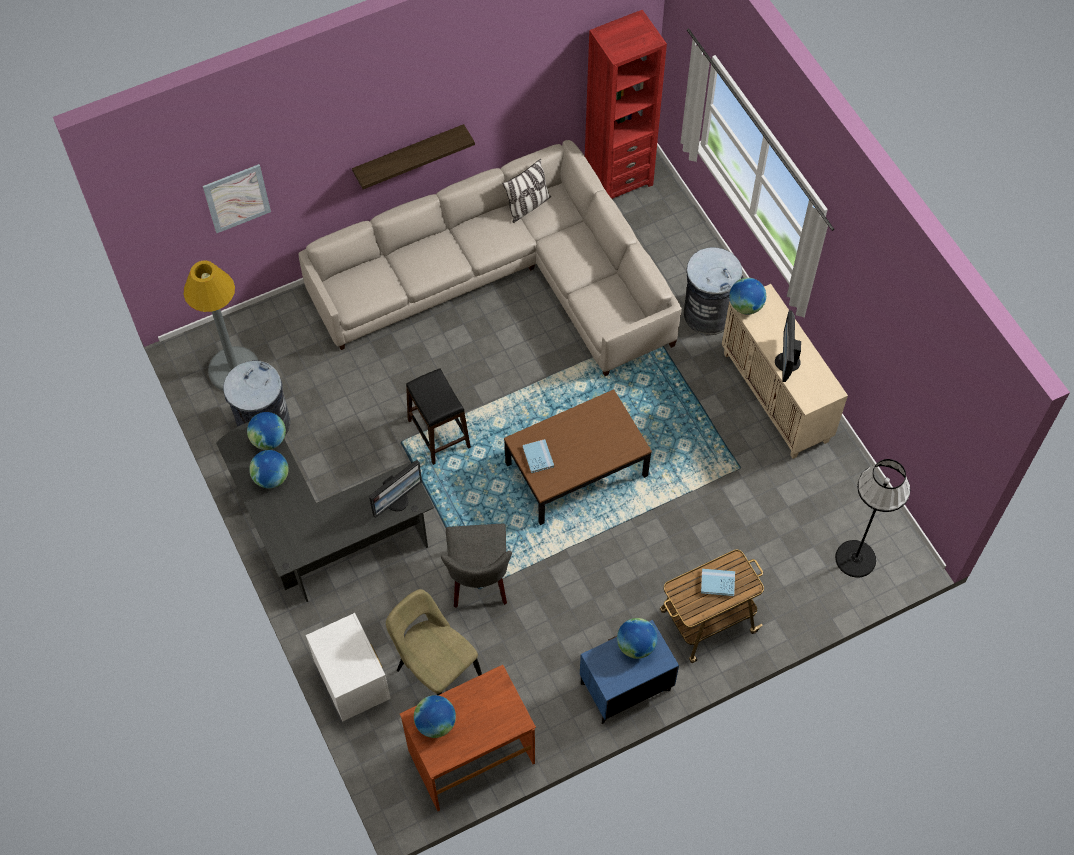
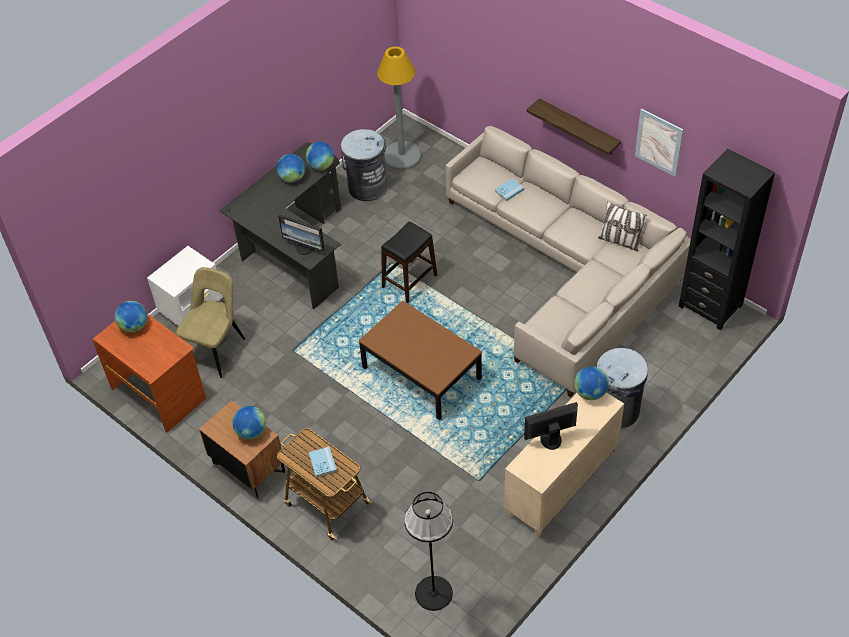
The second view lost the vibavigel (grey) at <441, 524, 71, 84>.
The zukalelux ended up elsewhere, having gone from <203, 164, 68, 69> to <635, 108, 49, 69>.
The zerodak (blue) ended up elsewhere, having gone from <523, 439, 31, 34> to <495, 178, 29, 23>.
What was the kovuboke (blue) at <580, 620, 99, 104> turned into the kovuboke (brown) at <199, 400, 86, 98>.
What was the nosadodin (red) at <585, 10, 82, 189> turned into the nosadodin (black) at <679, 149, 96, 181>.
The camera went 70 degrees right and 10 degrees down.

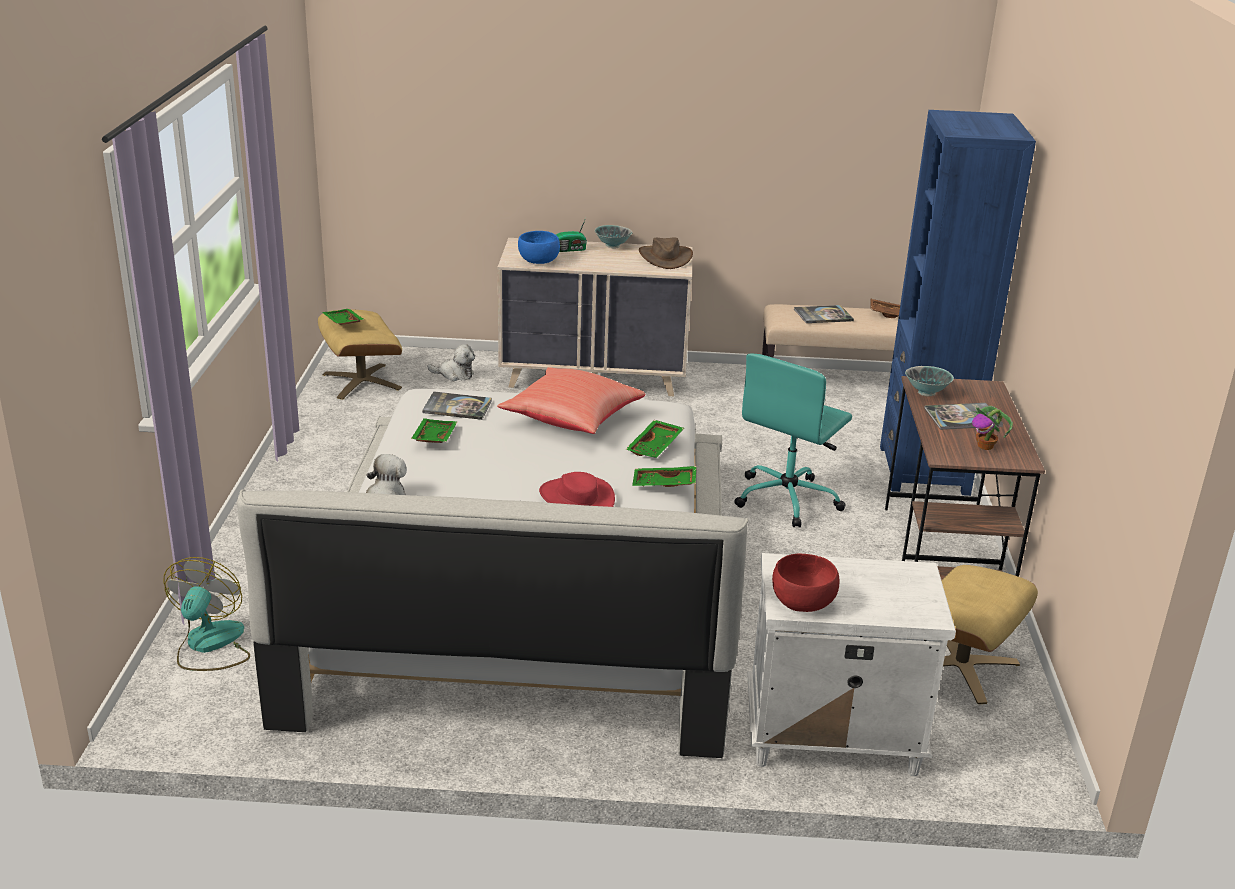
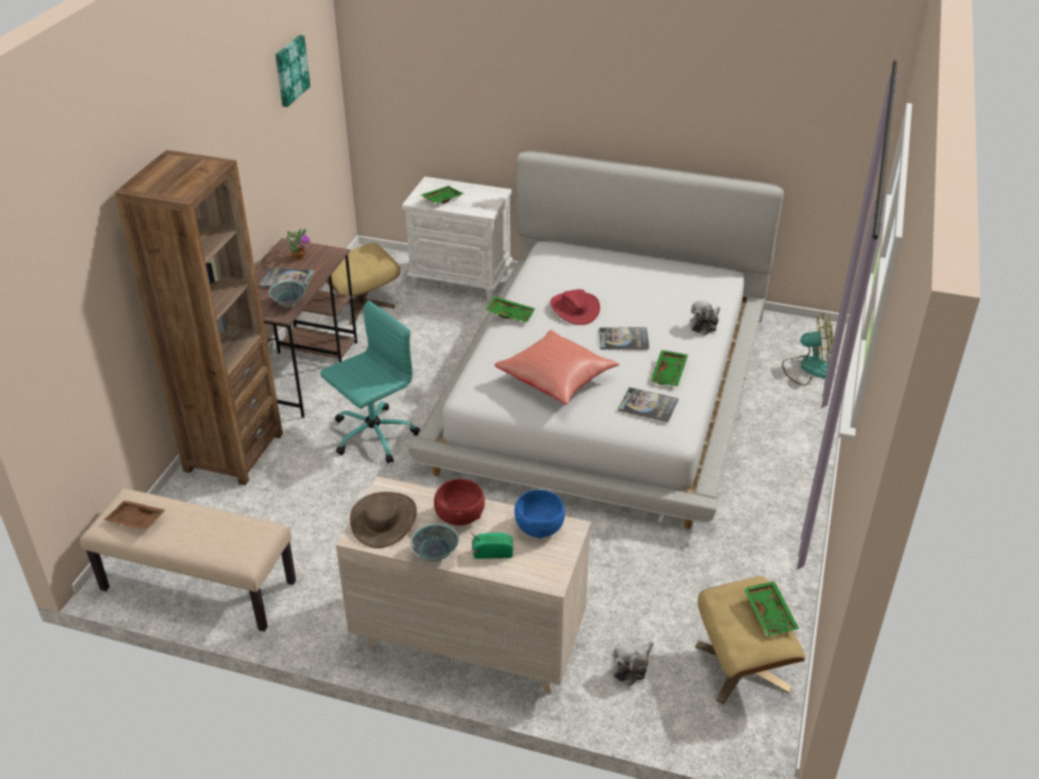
The second view gained the zukalelux at <276, 35, 34, 72>.
The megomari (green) ended up elsewhere, having gone from <625, 420, 59, 38> to <420, 186, 44, 17>.
The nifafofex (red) ended up elsewhere, having gone from <772, 553, 67, 59> to <434, 479, 51, 47>.
The zerodak ended up elsewhere, having gone from <794, 305, 60, 18> to <599, 327, 50, 23>.
What was the nosadodin (blue) at <880, 110, 156, 386> turned into the nosadodin (brown) at <114, 150, 169, 336>.
The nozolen at <164, 557, 86, 114> ended up facing another way, 105 degrees counterclockwise from before.
The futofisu at <427, 344, 48, 37> ended up facing another way, 75 degrees counterclockwise from before.
The camera went 165 degrees left and 10 degrees up.

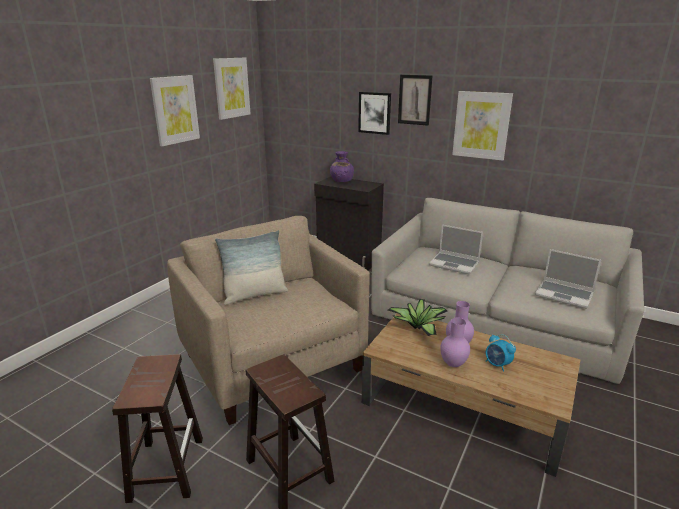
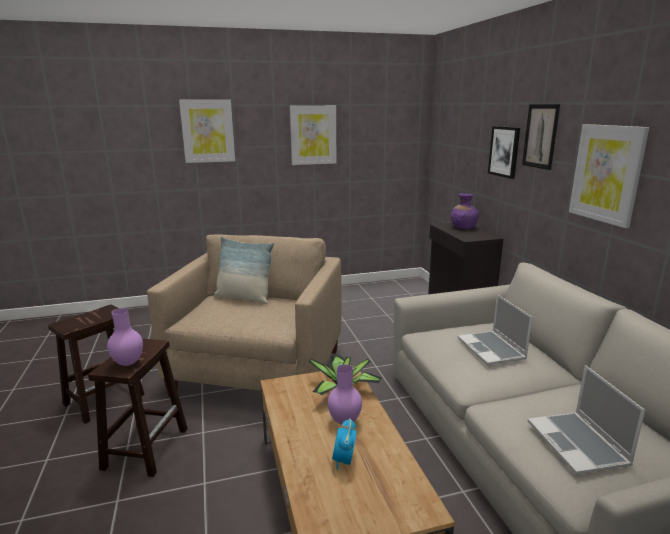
The zukalelux ended up elsewhere, having gone from <213, 58, 38, 62> to <179, 99, 56, 64>.
The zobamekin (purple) ended up elsewhere, having gone from <440, 318, 30, 49> to <107, 308, 36, 58>.
The camera went 45 degrees right and 5 degrees down.

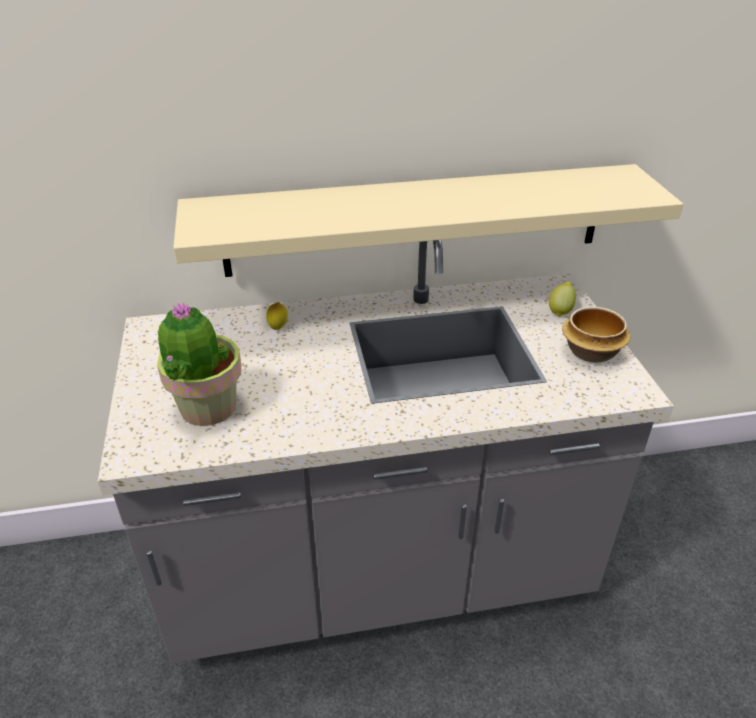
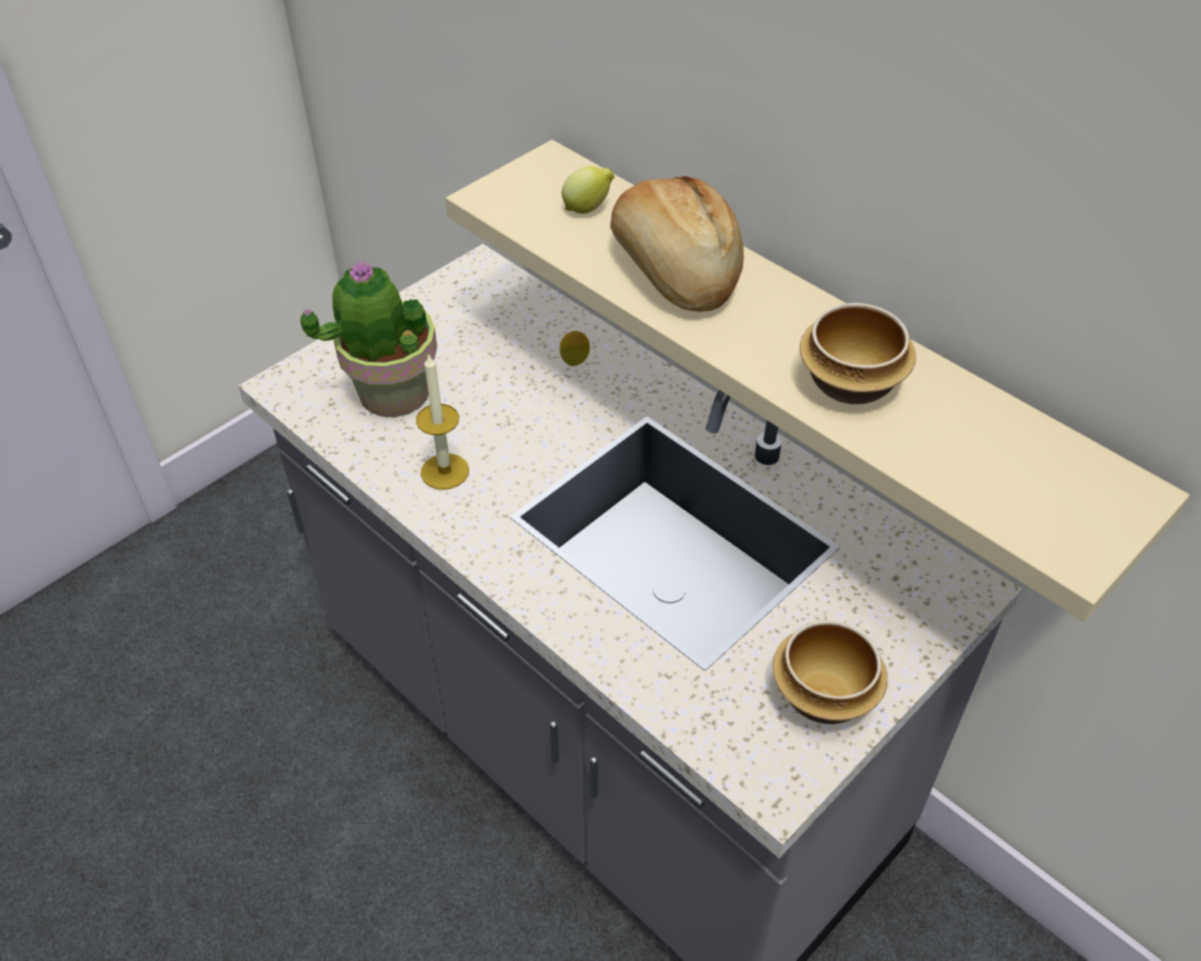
The second view gained the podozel at <416, 353, 53, 137>.
The second view gained the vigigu at <610, 176, 134, 136>.
The second view gained the nifafofex at <800, 303, 116, 101>.
The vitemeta ended up elsewhere, having gone from <549, 282, 27, 35> to <562, 166, 52, 48>.
The camera went 55 degrees right and 10 degrees up.

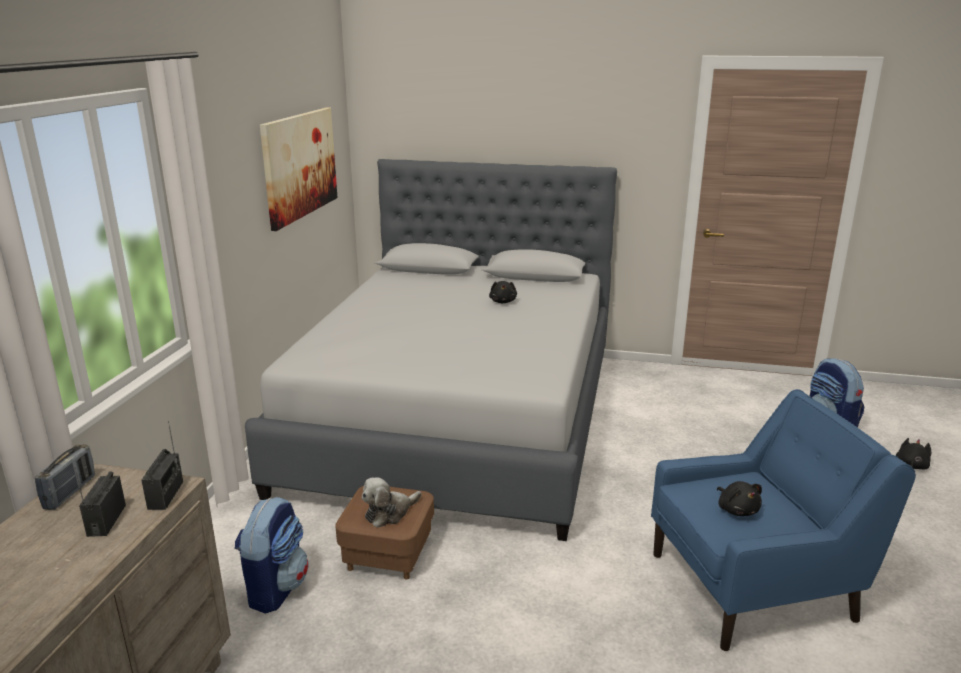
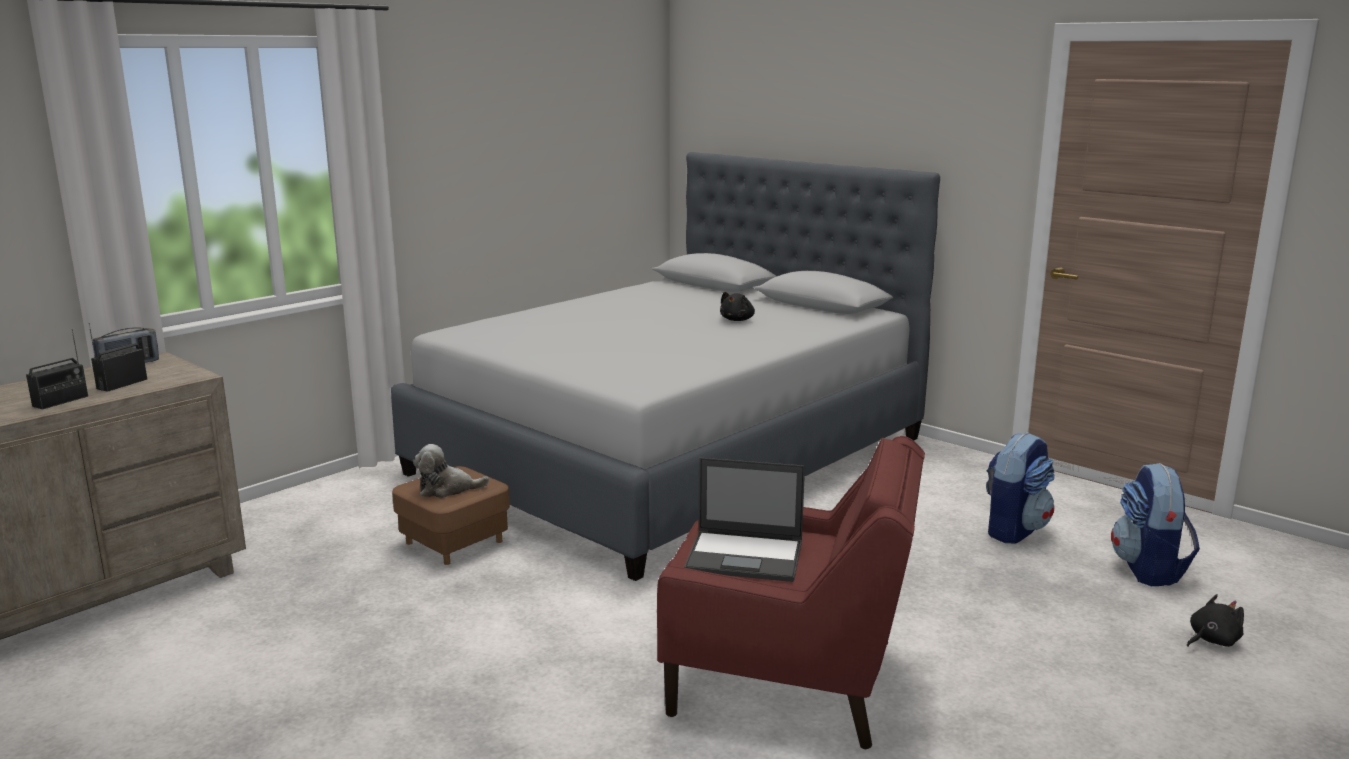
The second view lost the zukalelux at <260, 108, 78, 123>.
The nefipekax ended up elsewhere, having gone from <141, 421, 42, 89> to <26, 329, 62, 80>.
The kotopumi ended up elsewhere, having gone from <235, 497, 73, 117> to <986, 432, 69, 111>.
Where the futofisu (black) stood at <717, 481, 45, 35>, the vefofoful came to stand at <684, 458, 121, 124>.
What was the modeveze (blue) at <651, 389, 265, 262> turned into the modeveze (red) at <657, 436, 268, 313>.
The camera went 30 degrees right and 5 degrees down.

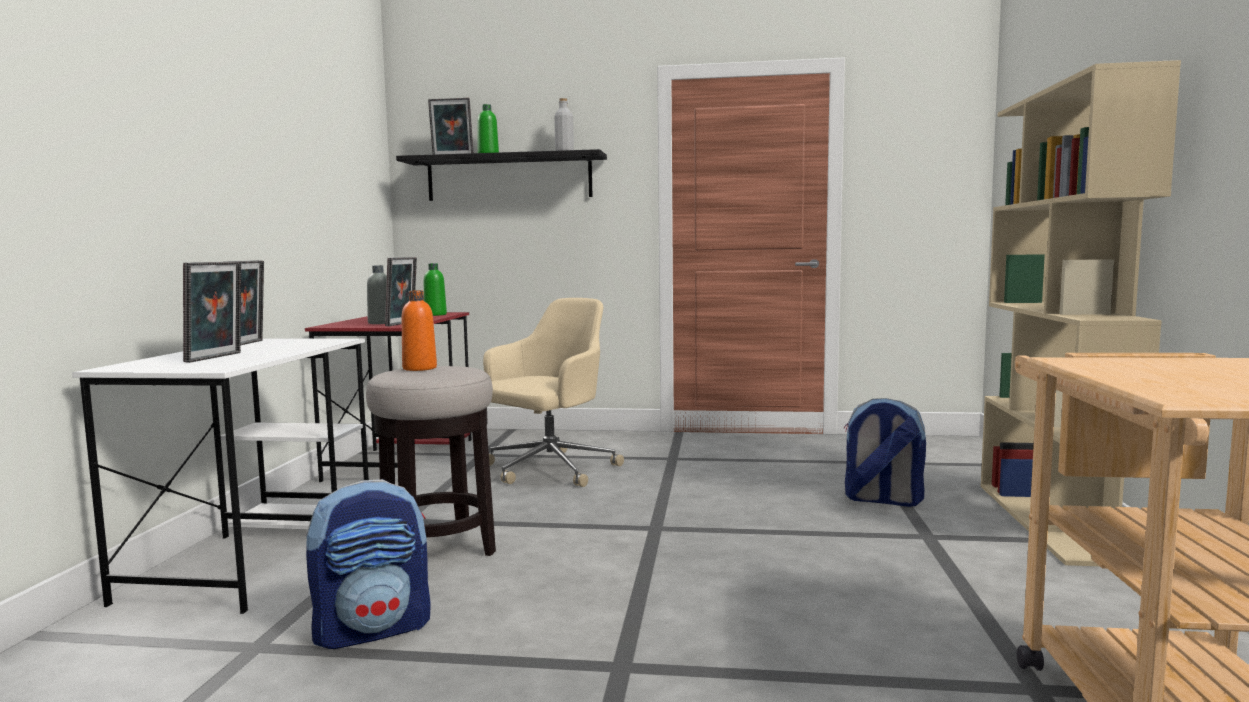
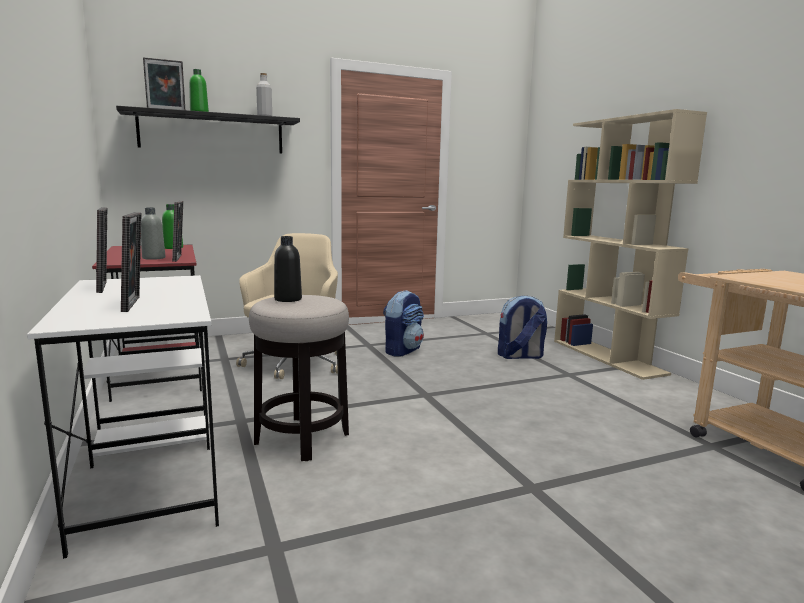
The kotopumi ended up elsewhere, having gone from <306, 479, 125, 170> to <383, 290, 41, 67>.
What was the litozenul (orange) at <401, 290, 36, 81> turned into the litozenul (black) at <274, 236, 28, 66>.
The camera went 30 degrees left and 5 degrees up.

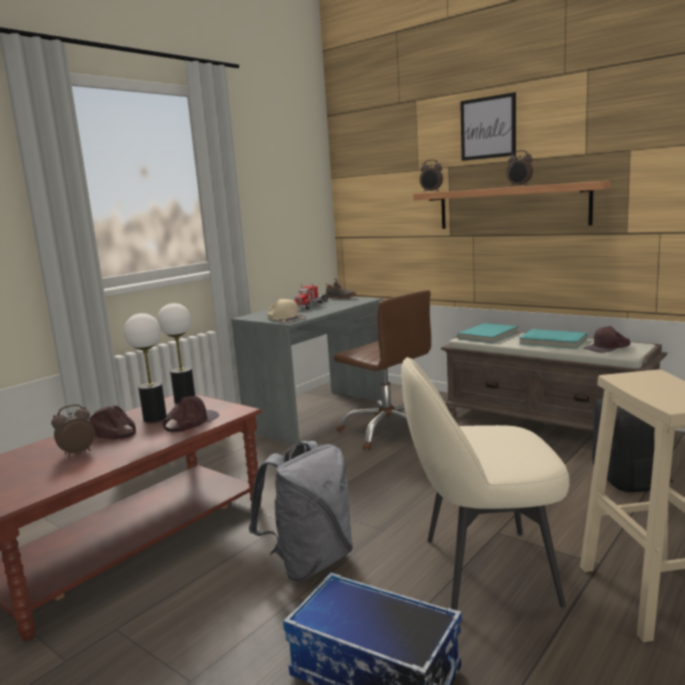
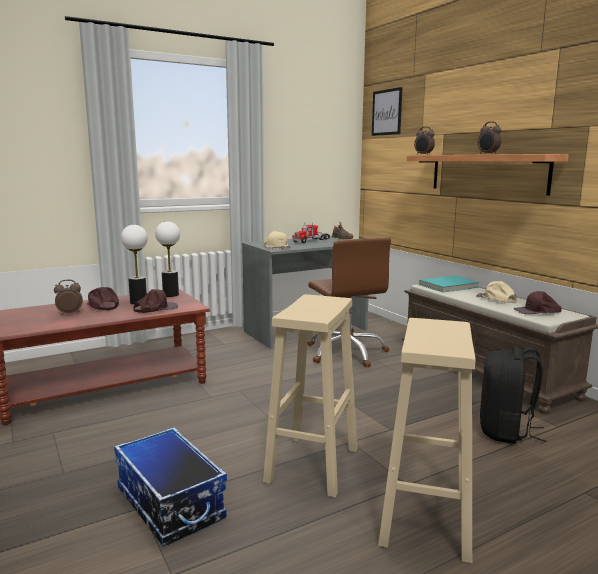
The second view lost the kotopumi (grey) at <249, 441, 104, 140>.
The zukalelux ended up elsewhere, having gone from <460, 92, 56, 69> to <372, 87, 31, 49>.
Where the vibavigel (beige) stood at <401, 357, 169, 253>, the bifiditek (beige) came to stand at <263, 294, 95, 204>.
Where the zerodak (turquoise) stood at <520, 329, 67, 20>, the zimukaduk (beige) came to stand at <476, 281, 41, 22>.
The camera went 20 degrees right and 0 degrees up.

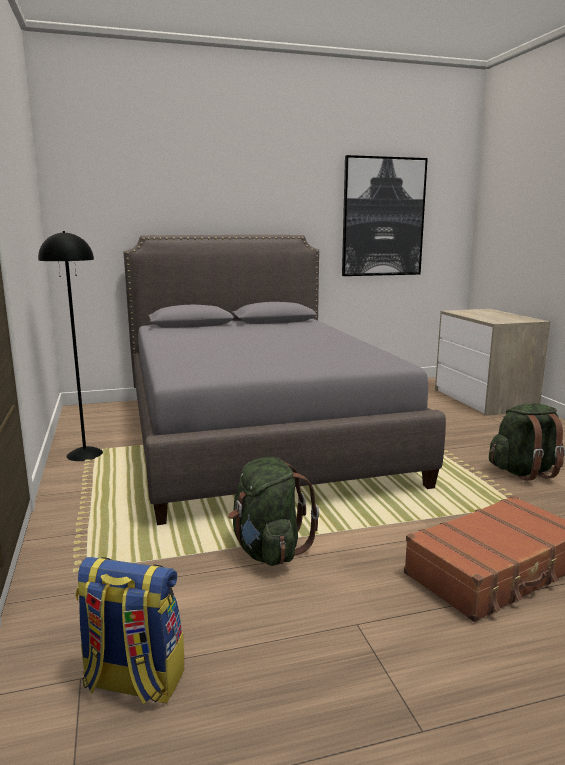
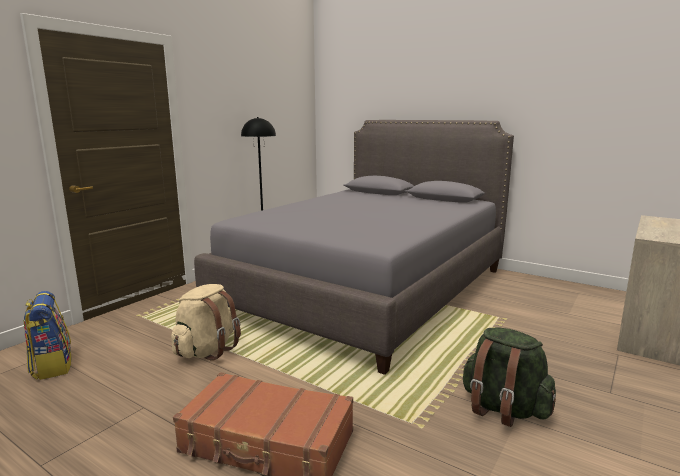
The second view lost the zukalelux at <342, 155, 86, 121>.
What was the kotopumi (green) at <228, 457, 91, 109> turned into the kotopumi (beige) at <171, 284, 70, 77>.
The camera went 50 degrees right and 0 degrees up.

